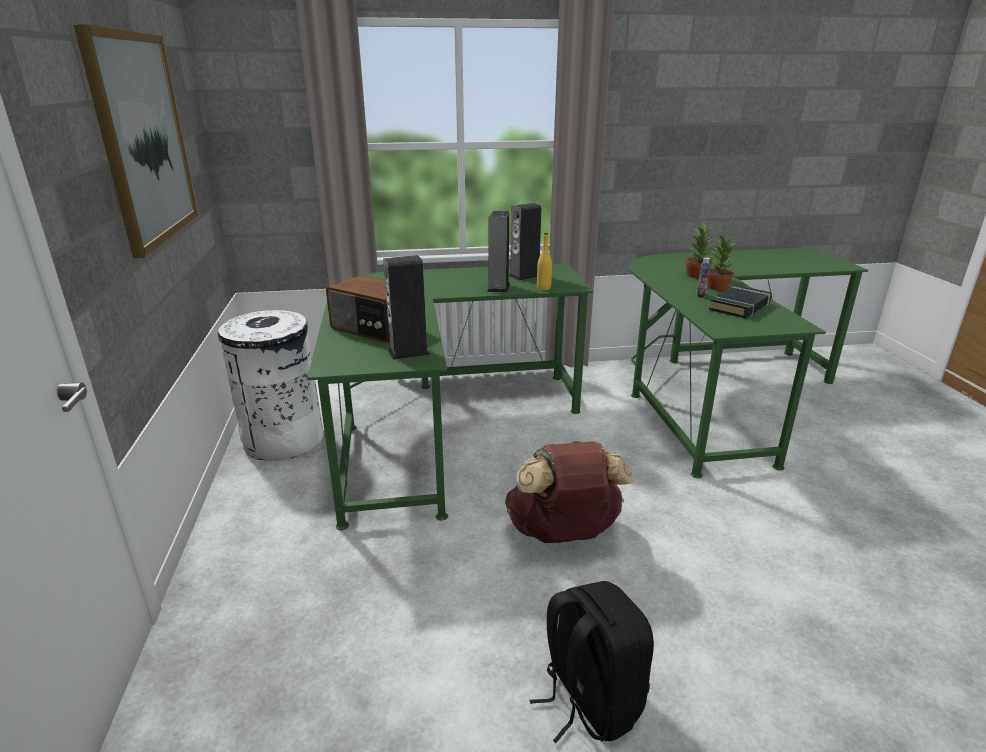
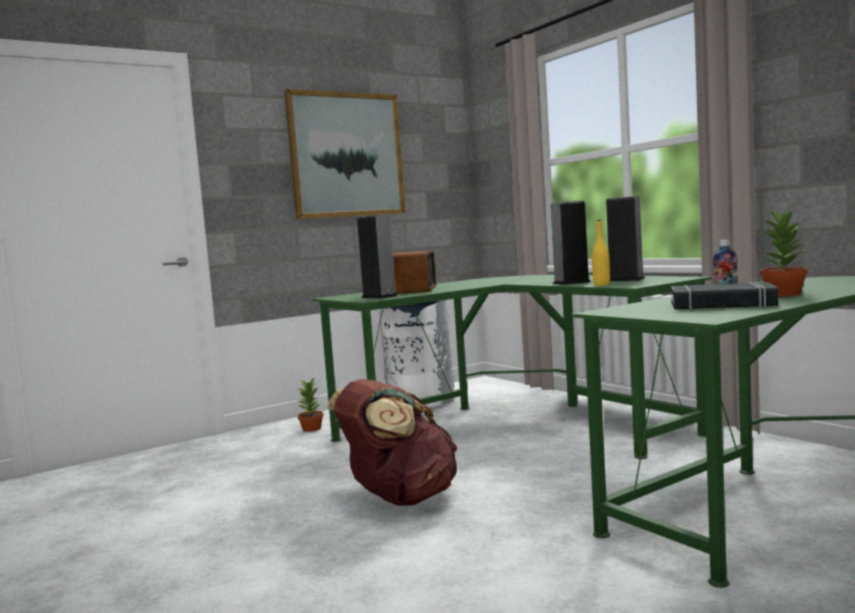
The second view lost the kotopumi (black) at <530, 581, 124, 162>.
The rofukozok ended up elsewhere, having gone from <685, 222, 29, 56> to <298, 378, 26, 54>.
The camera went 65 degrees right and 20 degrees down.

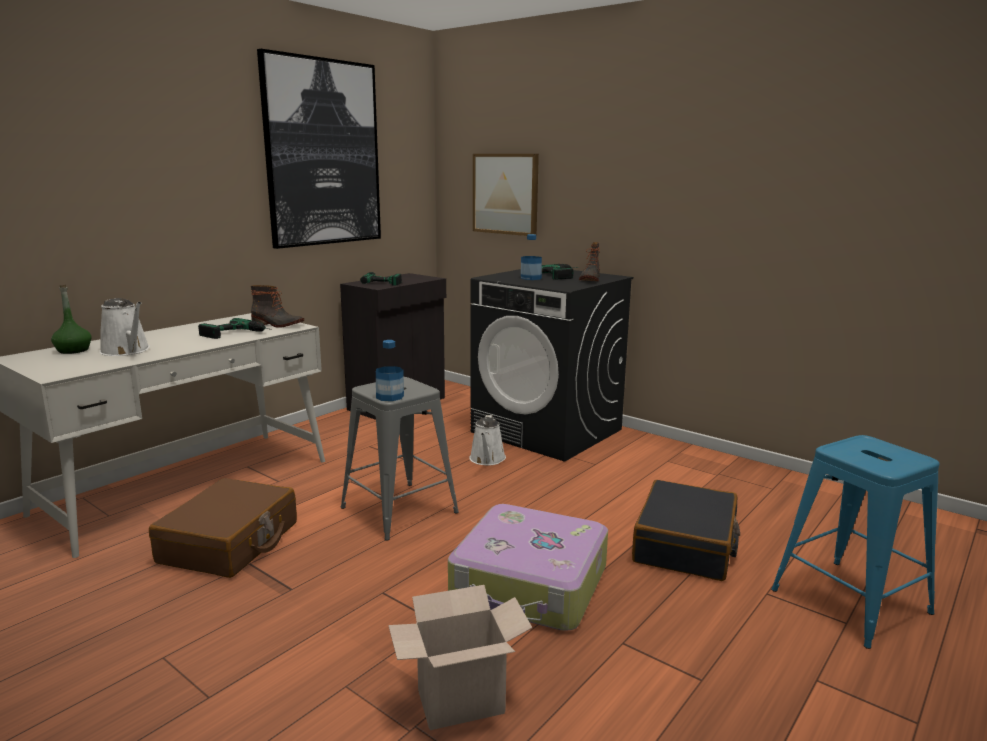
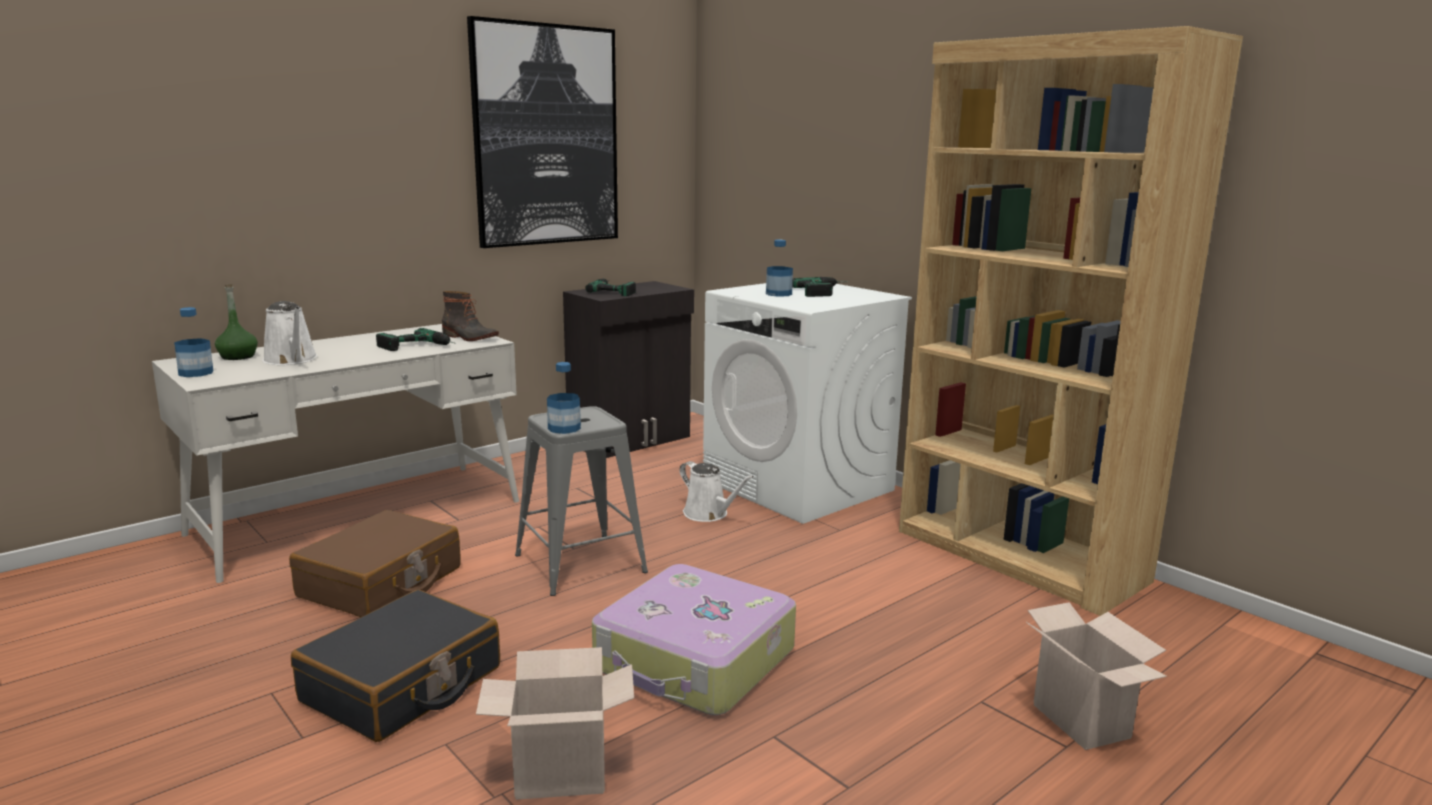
The second view lost the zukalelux at <473, 154, 66, 82>.
The second view lost the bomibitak at <579, 242, 21, 39>.
The second view gained the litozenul at <174, 307, 39, 70>.
The second view gained the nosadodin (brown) at <899, 26, 344, 590>.
The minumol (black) ended up elsewhere, having gone from <632, 480, 108, 101> to <291, 590, 209, 152>.
Where the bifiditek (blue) stood at <771, 435, 169, 214>, the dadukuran came to stand at <1026, 602, 141, 148>.
What was the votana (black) at <470, 269, 163, 193> turned into the votana (white) at <703, 283, 209, 241>.
The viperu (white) at <469, 415, 37, 50> ended up facing another way, 60 degrees counterclockwise from before.
The camera went 10 degrees right and 0 degrees up.

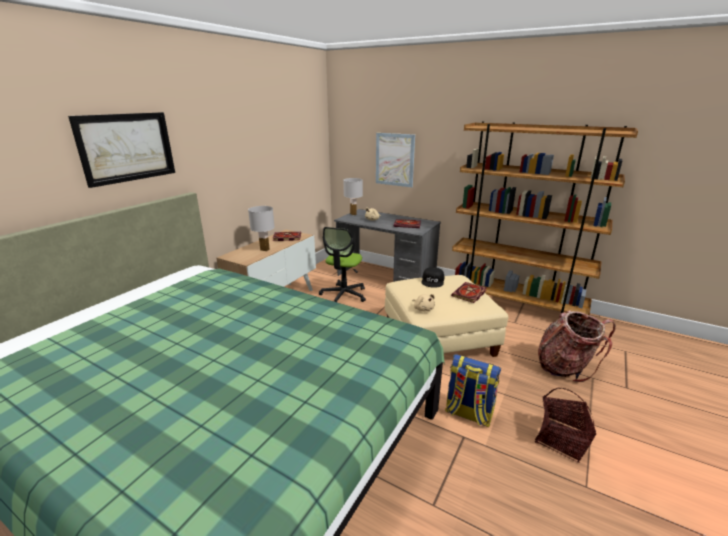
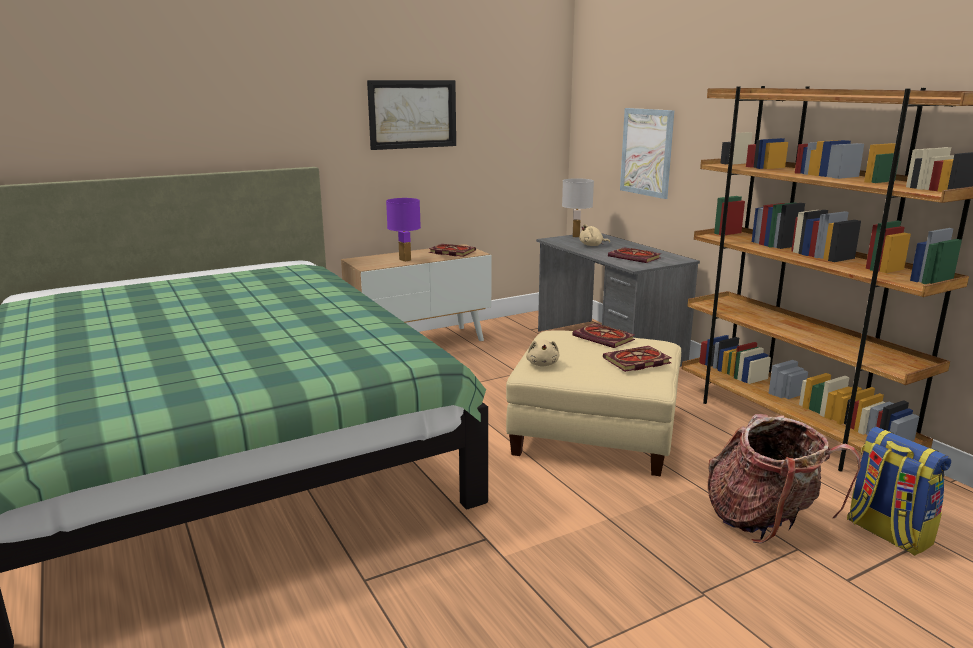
The second view lost the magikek at <319, 227, 47, 76>.
The second view lost the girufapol at <535, 387, 61, 76>.
The zukalelux ended up elsewhere, having gone from <68, 112, 107, 76> to <367, 80, 89, 70>.
The kotopumi ended up elsewhere, having gone from <445, 354, 56, 73> to <847, 427, 104, 129>.
Where the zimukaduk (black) stood at <421, 267, 23, 21>, the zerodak came to stand at <572, 323, 63, 25>.
What was the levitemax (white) at <248, 206, 27, 45> turned into the levitemax (purple) at <386, 198, 35, 64>.
The camera went 30 degrees right and 5 degrees down.

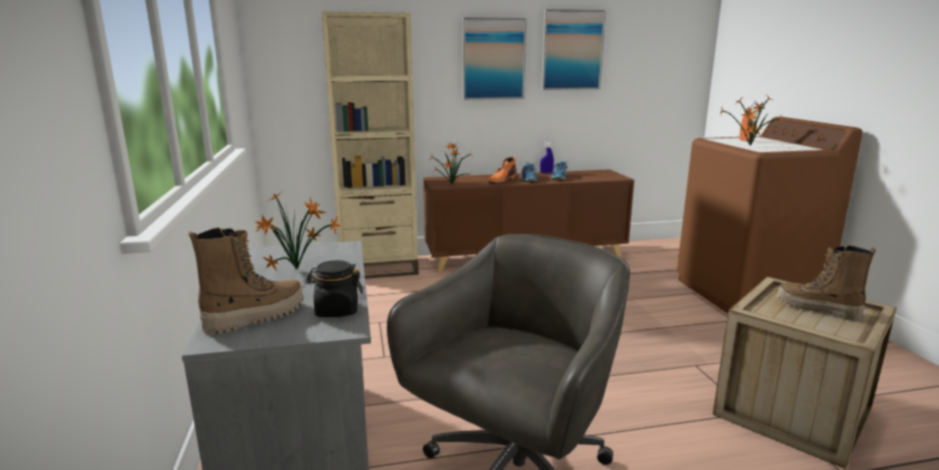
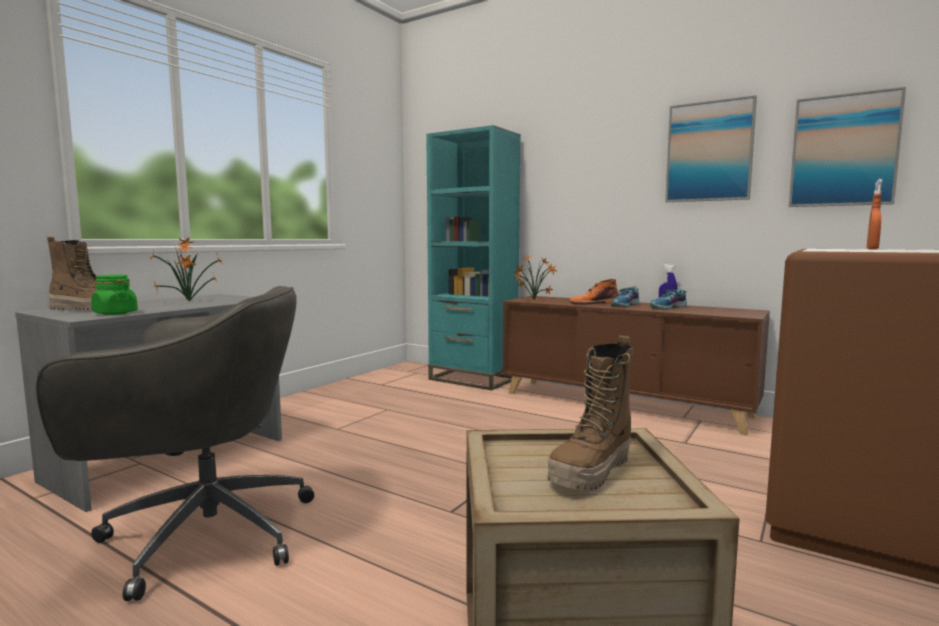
The second view lost the rofukozok at <720, 95, 63, 51>.
The zukalelux ended up elsewhere, having gone from <462, 17, 64, 83> to <789, 87, 117, 120>.
What was the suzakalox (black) at <306, 260, 57, 57> turned into the suzakalox (green) at <91, 275, 47, 40>.
What was the nosadodin (beige) at <321, 11, 98, 268> turned into the nosadodin (turquoise) at <426, 125, 95, 265>.
The bomibitak at <777, 246, 99, 75> ended up facing another way, 135 degrees counterclockwise from before.
The camera went 45 degrees right and 10 degrees down.

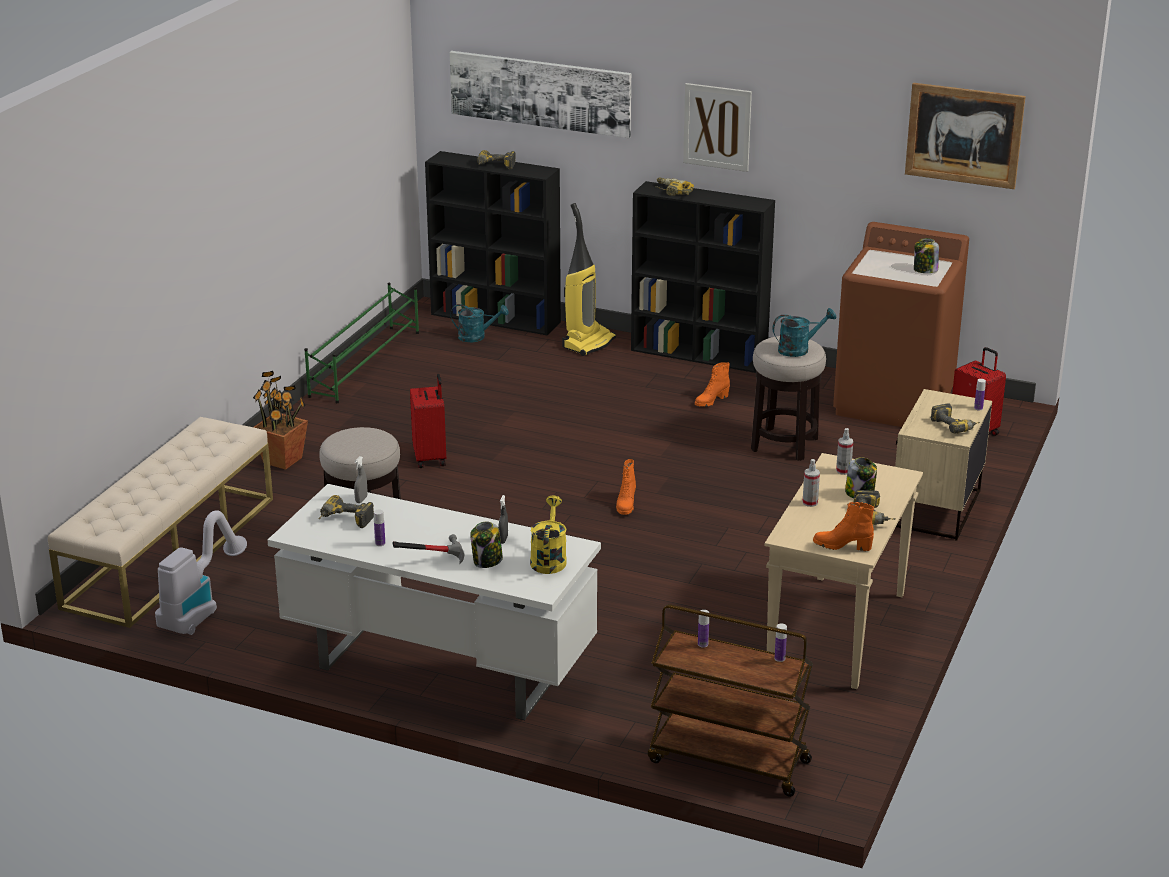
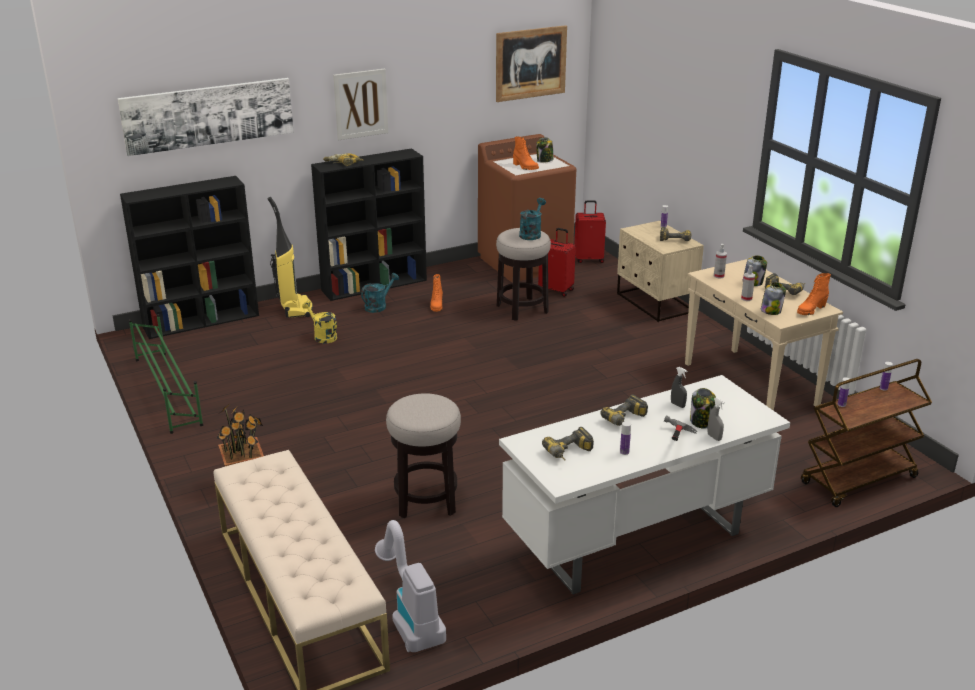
The second view gained the suzakalox at <761, 282, 25, 33>.
The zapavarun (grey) ended up elsewhere, having gone from <354, 456, 14, 47> to <707, 398, 18, 43>.
The minumol (red) ended up elsewhere, having gone from <410, 374, 36, 94> to <538, 228, 38, 69>.
The viperu (turquoise) ended up elsewhere, having gone from <450, 304, 59, 38> to <361, 273, 38, 40>.
The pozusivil ended up elsewhere, having gone from <477, 150, 38, 19> to <600, 394, 48, 32>.
The viperu (yellow) ended up elsewhere, having gone from <530, 496, 37, 78> to <302, 301, 35, 42>.
The bomibitak (orange) ended up elsewhere, having gone from <616, 459, 20, 56> to <513, 137, 26, 33>.
The camera went 50 degrees left and 0 degrees up.

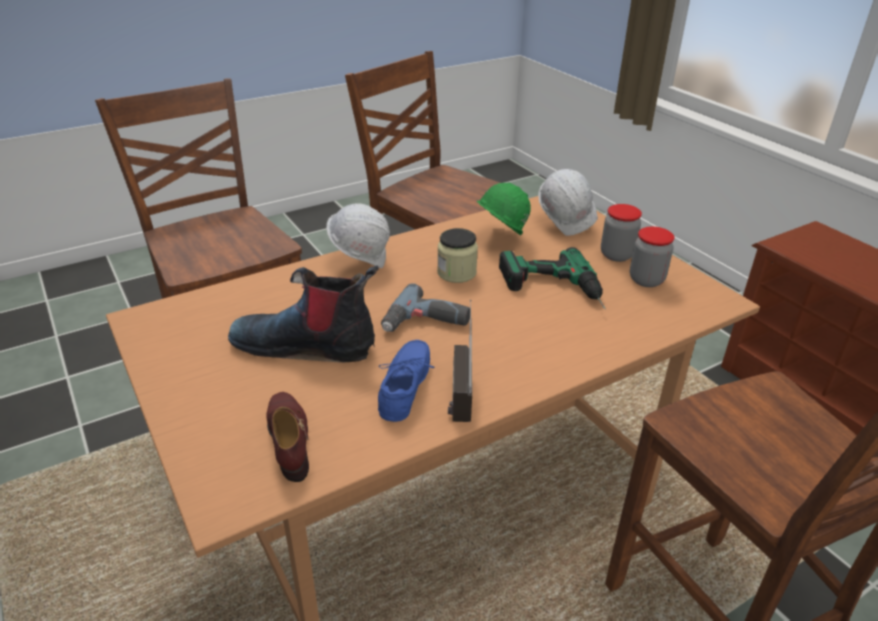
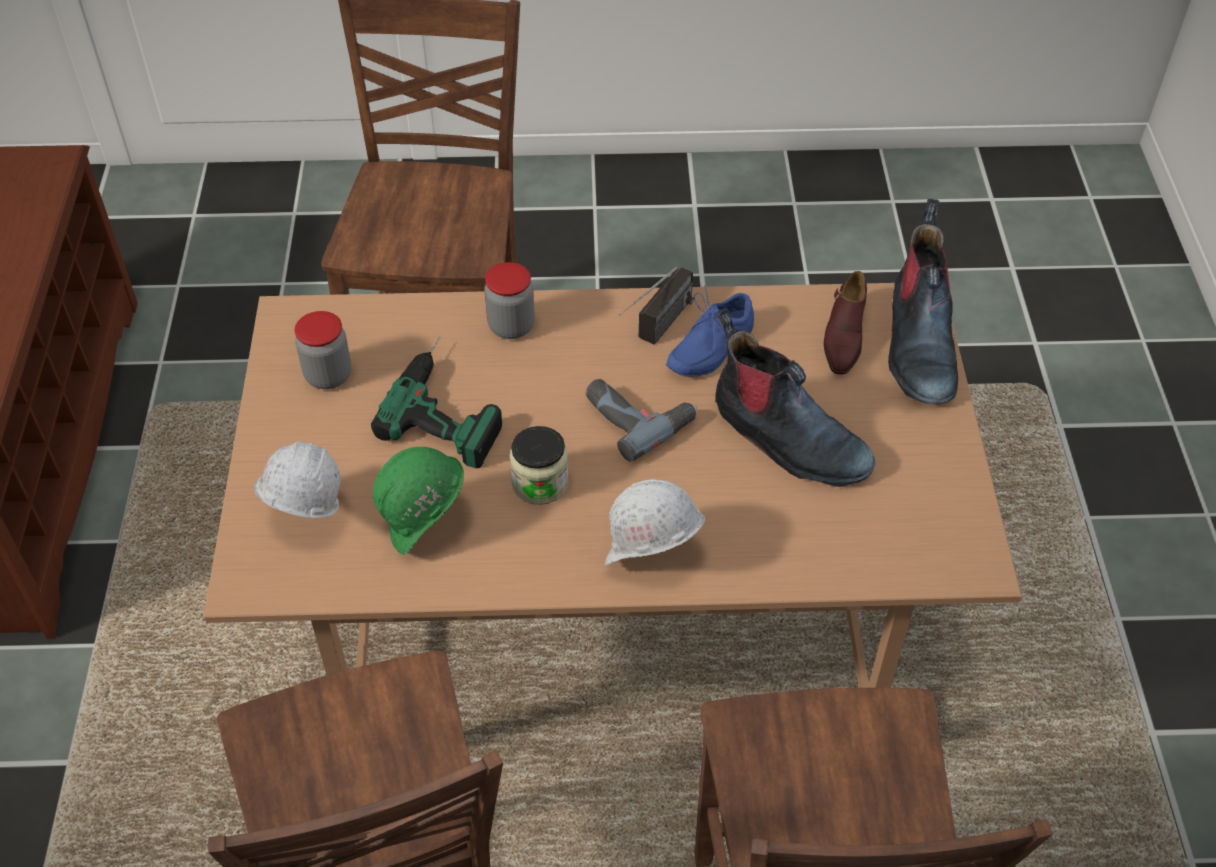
The second view gained the bomibitak at <888, 199, 70, 206>.
The suzakalox ended up elsewhere, having gone from <601, 204, 41, 58> to <484, 262, 51, 77>.
The camera went 150 degrees left and 15 degrees up.

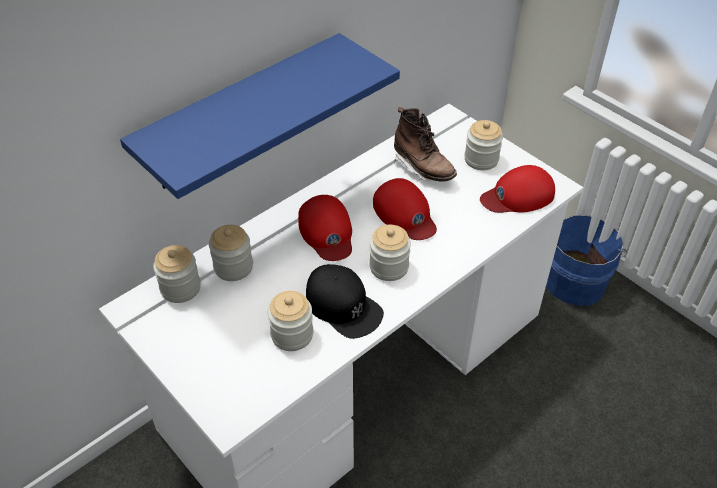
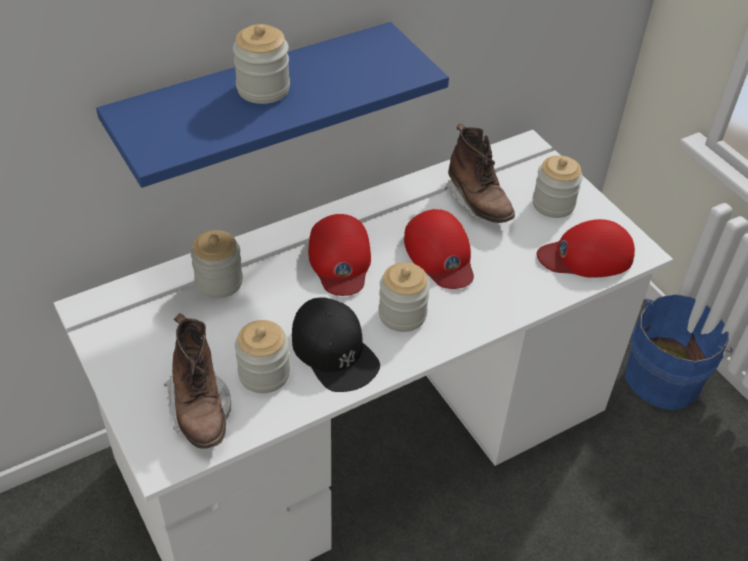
The second view gained the bomibitak (brown) at <164, 313, 67, 136>.
The suzakalox ended up elsewhere, having gone from <153, 245, 48, 58> to <233, 24, 57, 80>.
The camera went 10 degrees right and 0 degrees up.

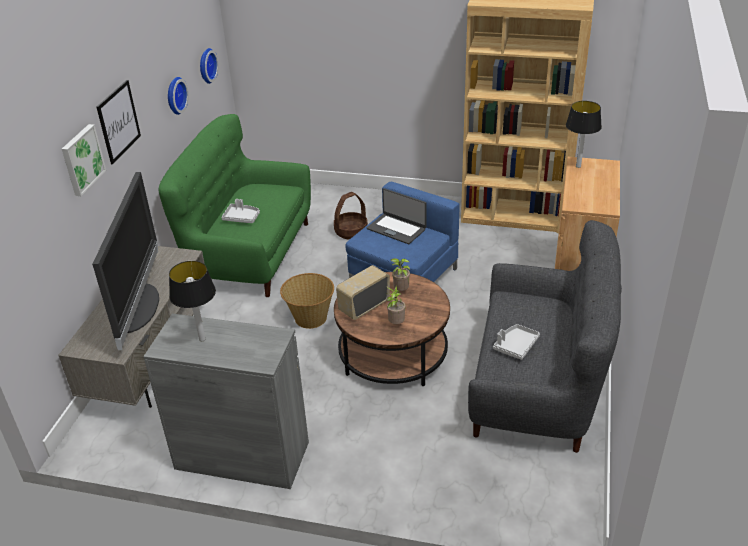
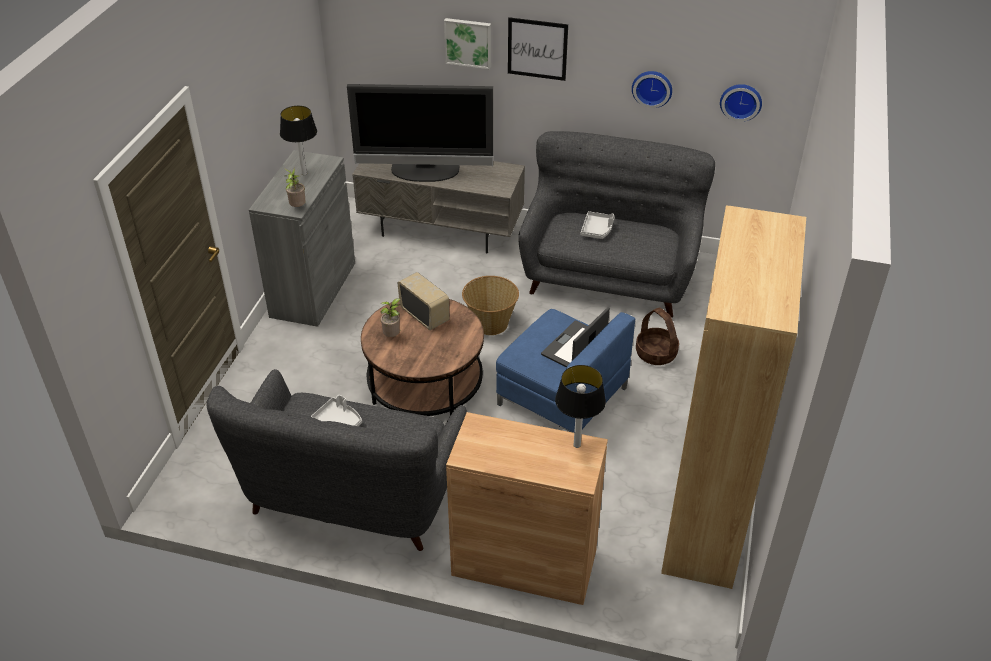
The rofukozok ended up elsewhere, having gone from <391, 258, 19, 35> to <284, 168, 22, 39>.
What was the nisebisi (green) at <159, 114, 152, 183> turned into the nisebisi (grey) at <518, 131, 197, 187>.
The camera went 90 degrees right and 5 degrees up.

